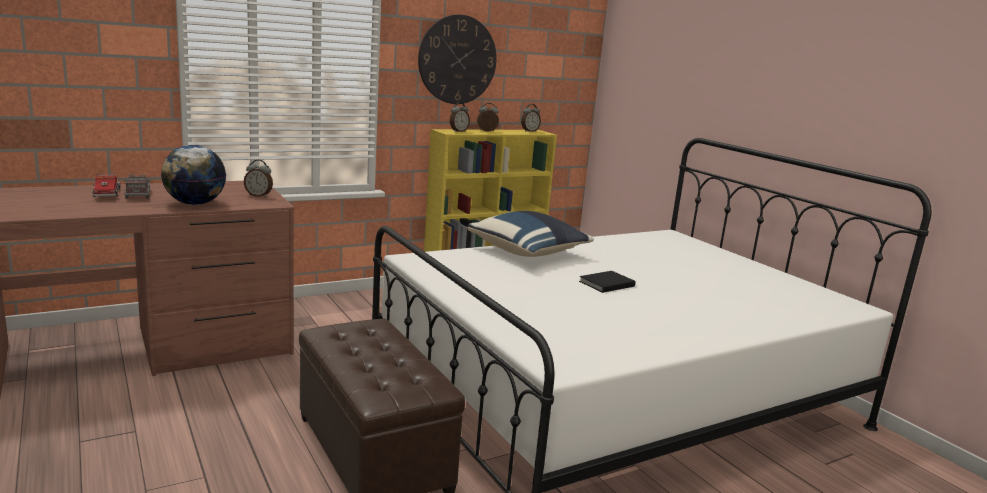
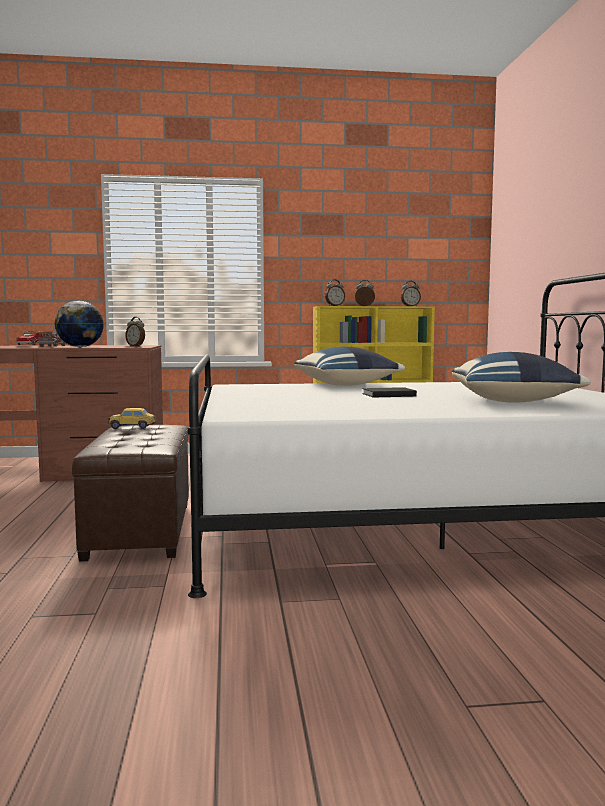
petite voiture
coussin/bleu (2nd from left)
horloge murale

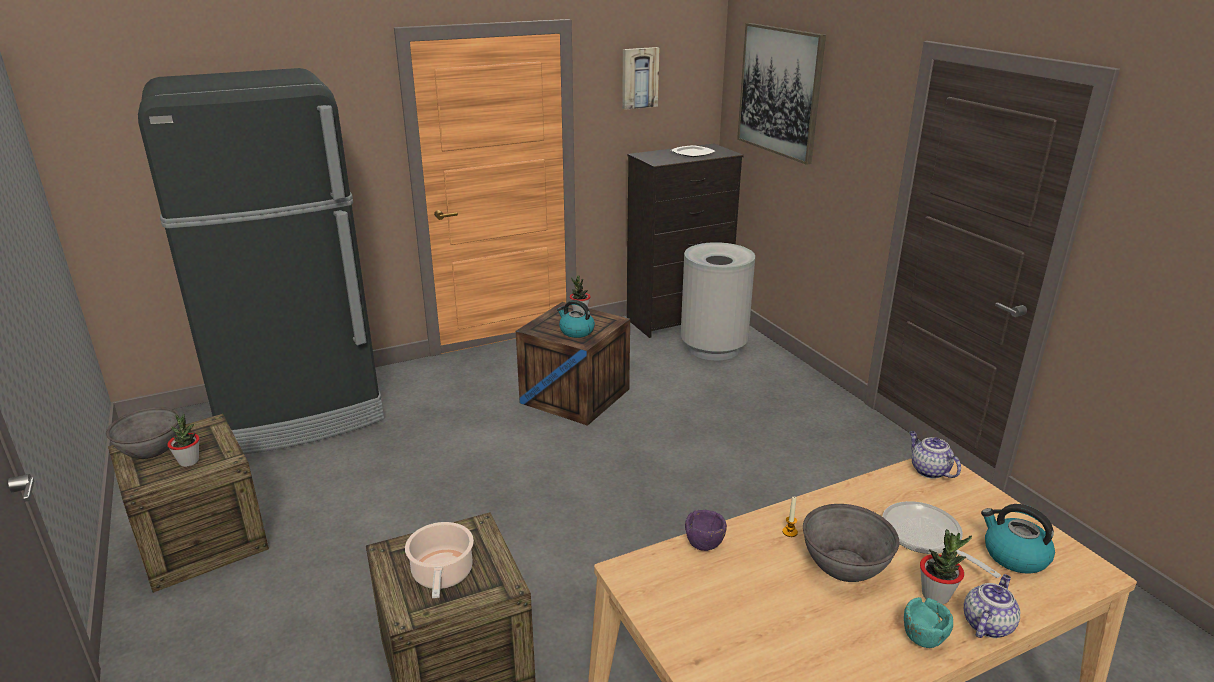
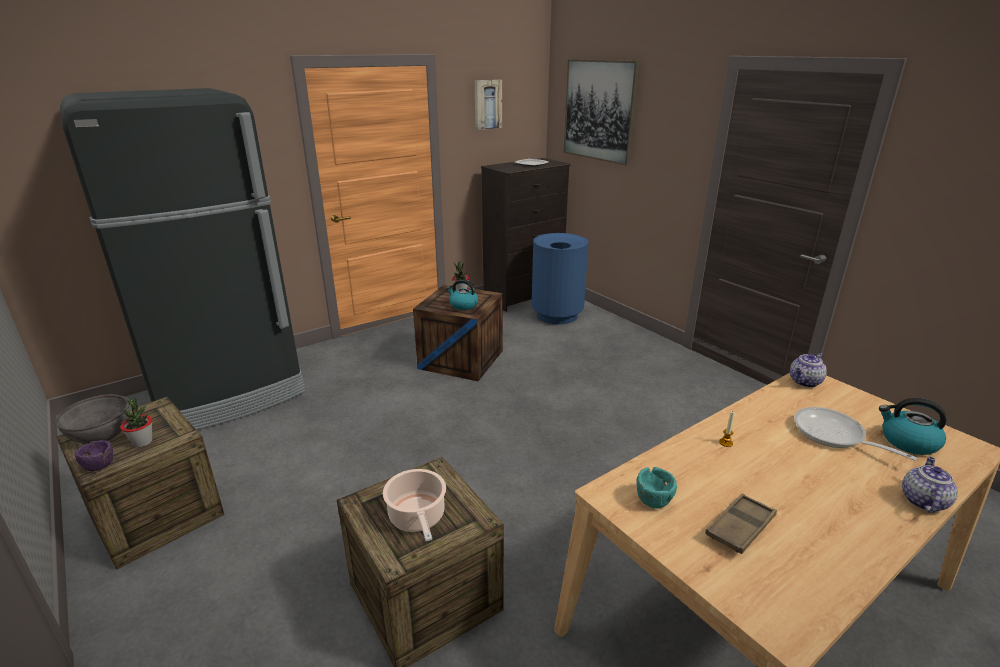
bol/violet
poubelle/bleu
bol/turquoise
plateau/marron
théière (1st from left)
bol/gris (2nd from left in the first image)
plante en pot (3rd from left in the first image)

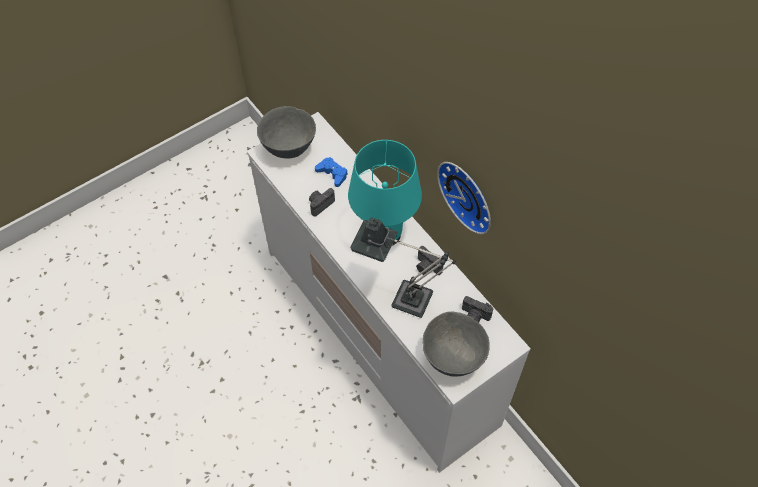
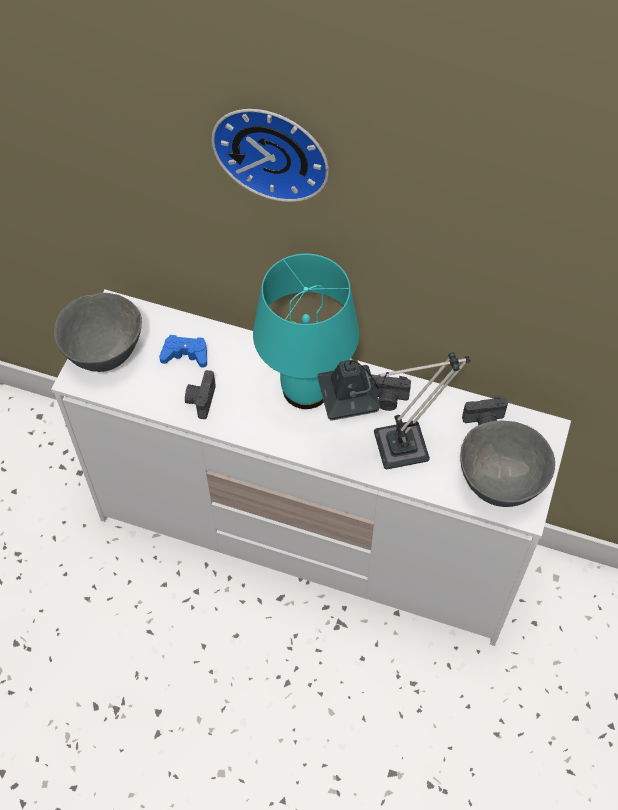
horloge murale

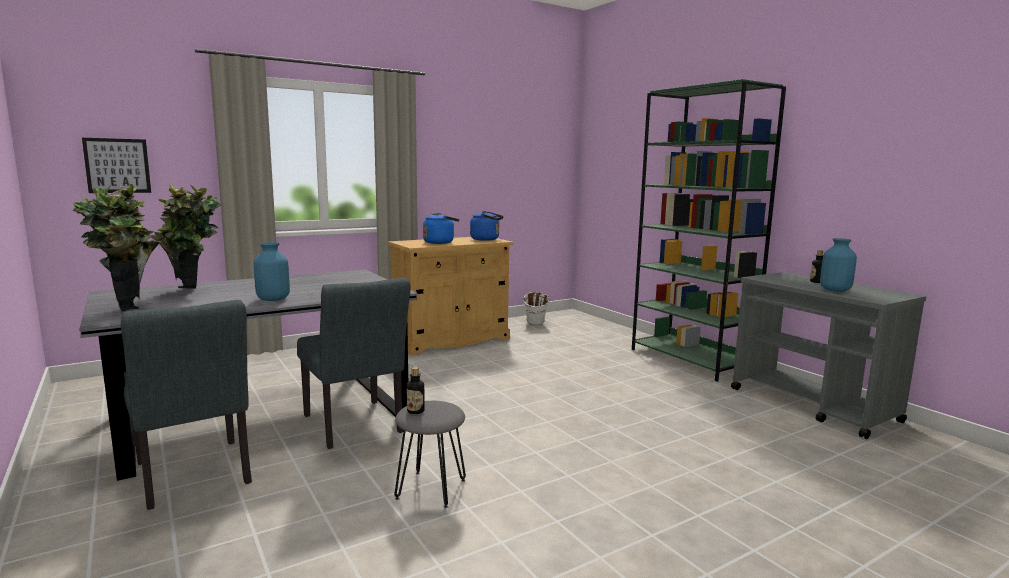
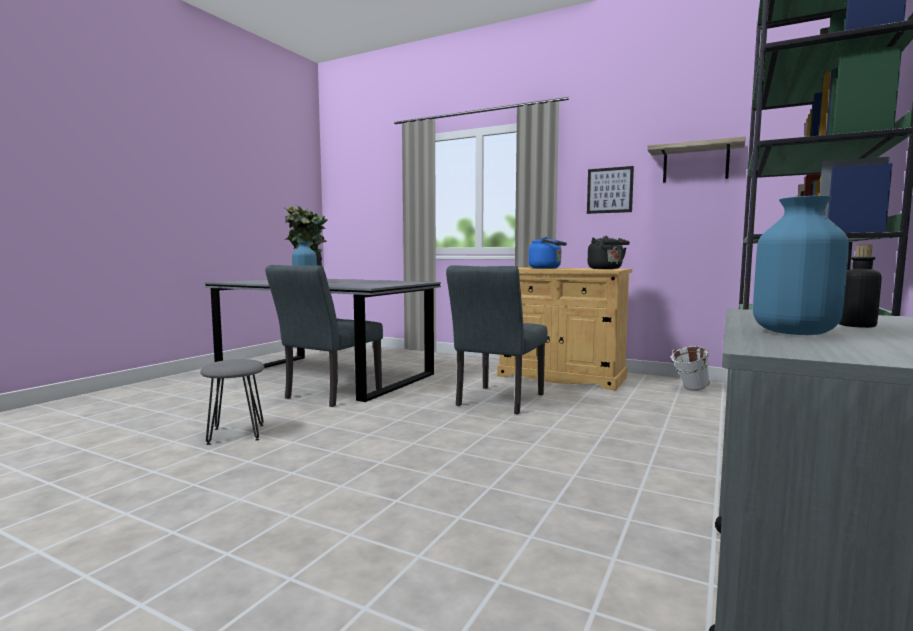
chaise/gris (2nd from left)
tableau
bouilloire/noir
étagère
plante en pot (1st from left in the first image)
bouteille (1st from left in the first image)

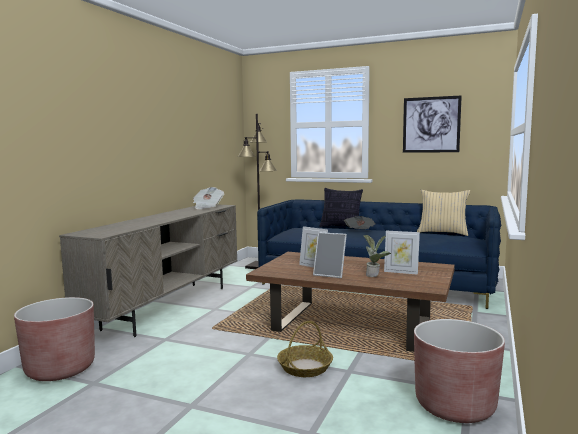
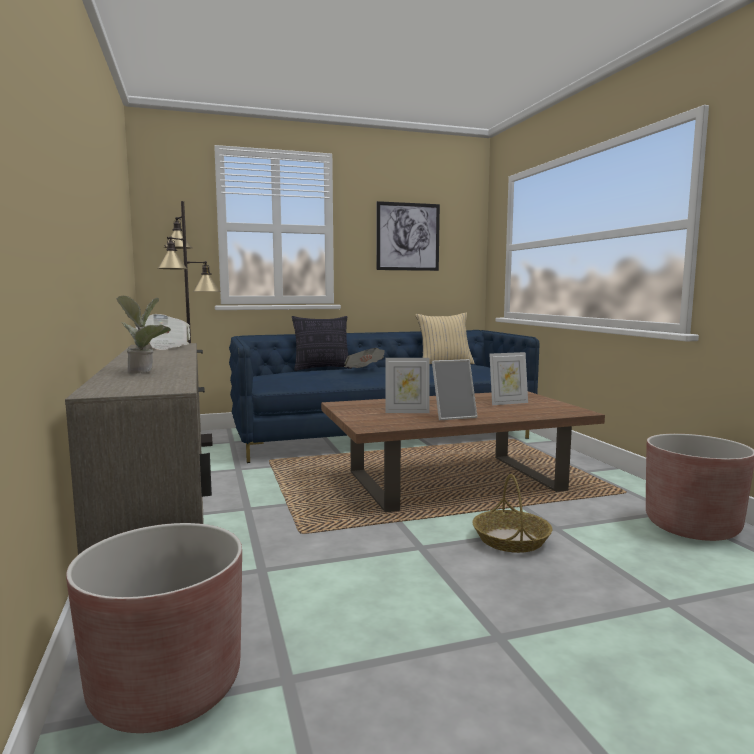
plante en pot

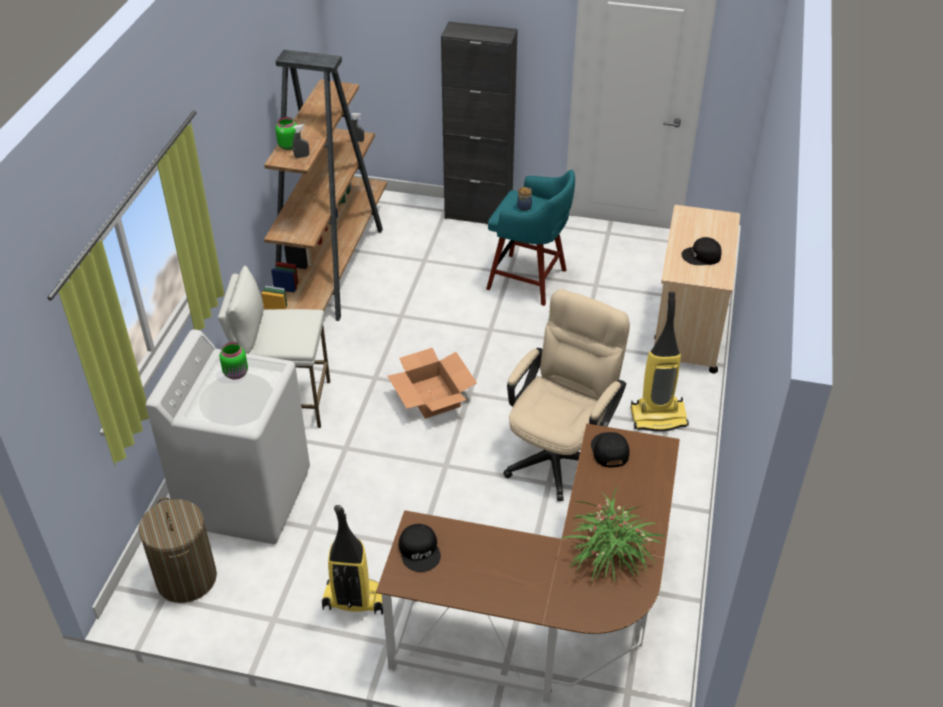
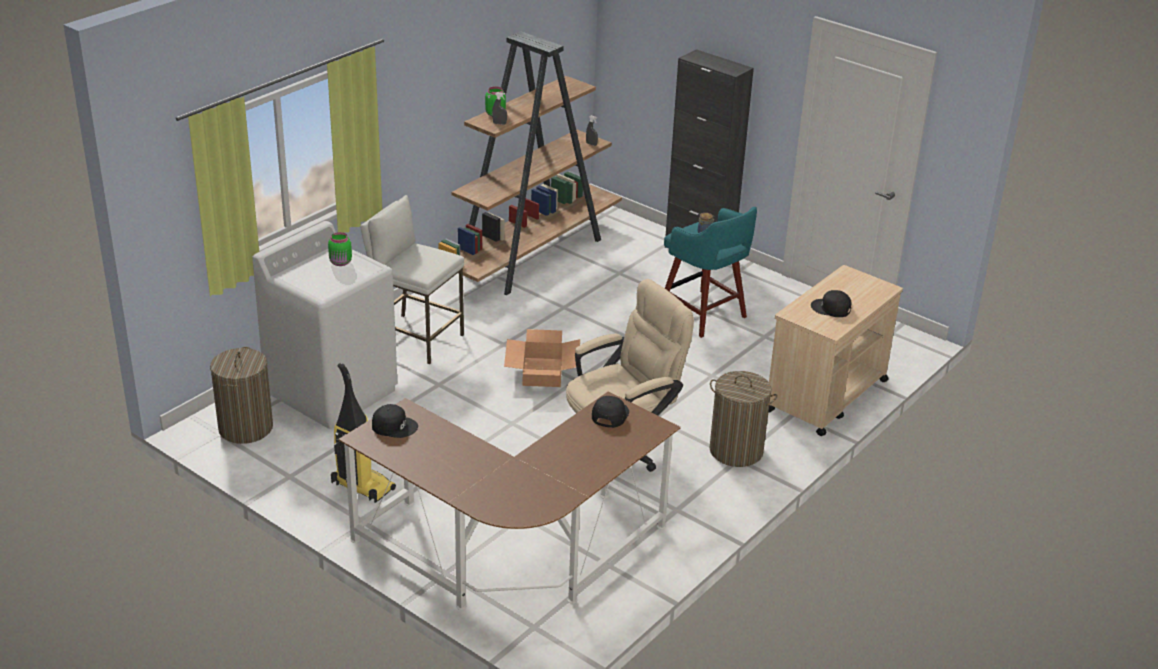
casquette/noir (1st from left)
panier à linge (2nd from left)
plante en pot

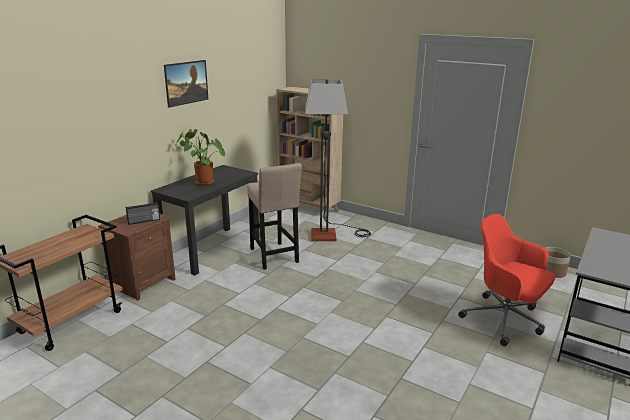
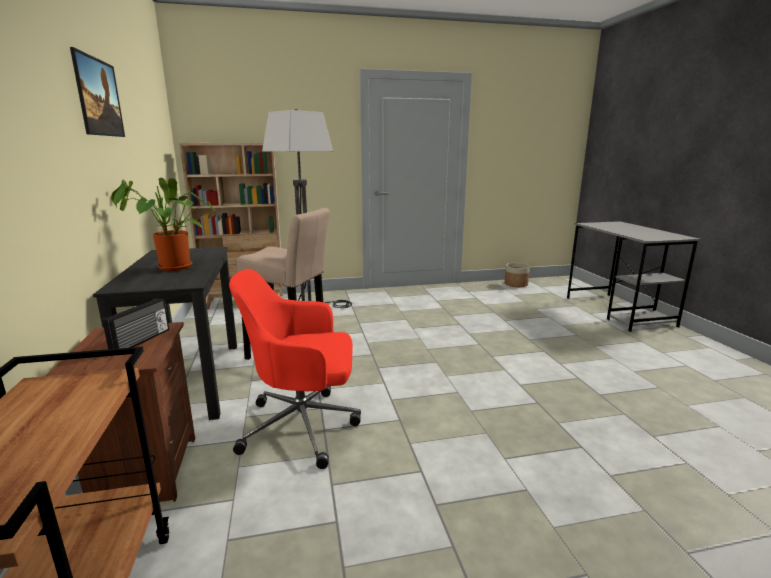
chaise de bureau/rouge

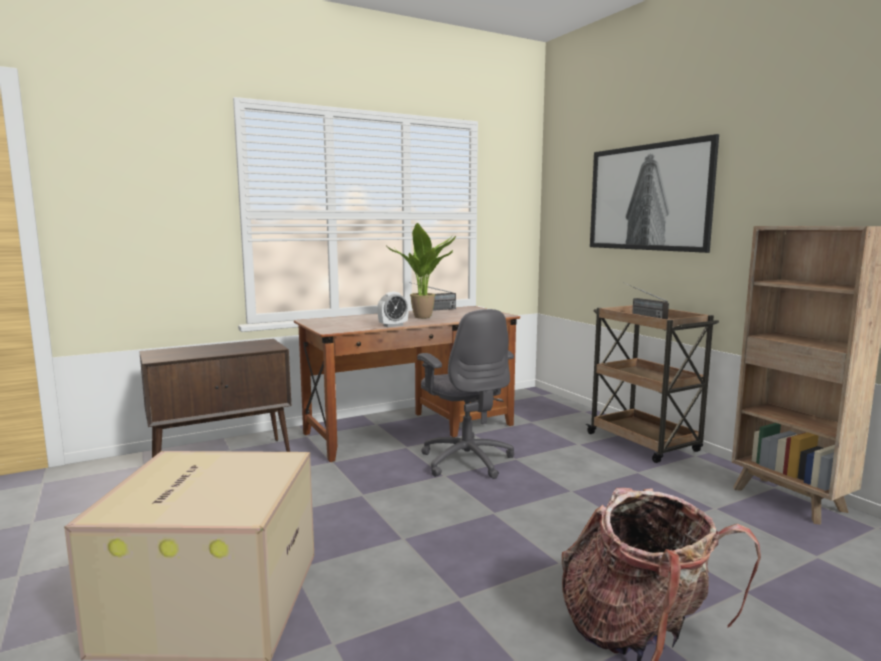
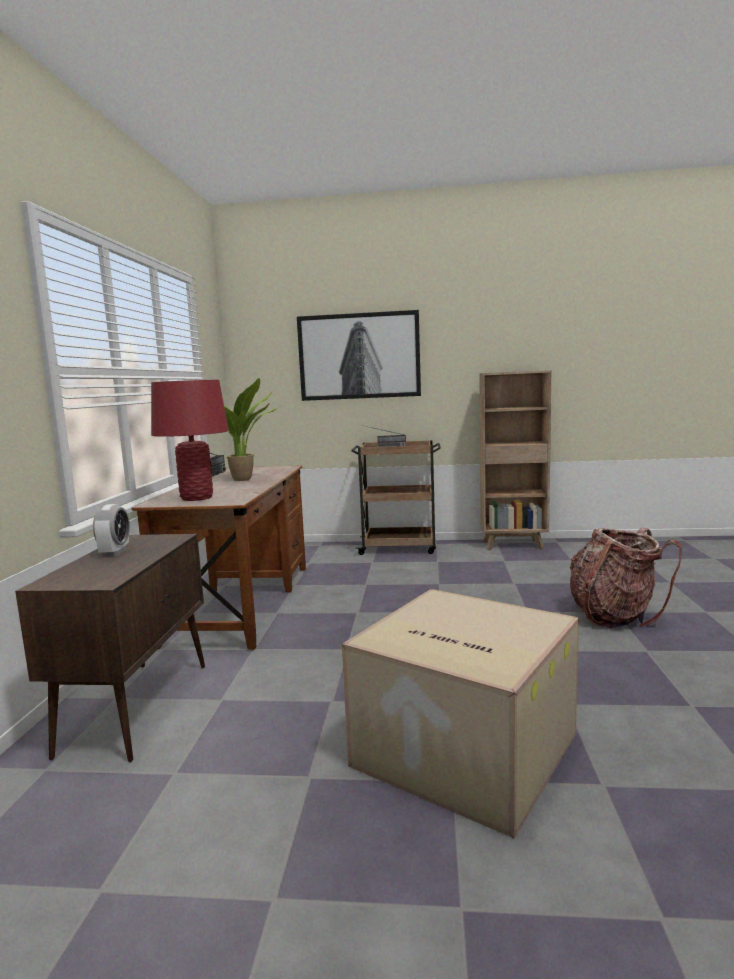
réveil
lampe de table/rouge
chaise de bureau/gris

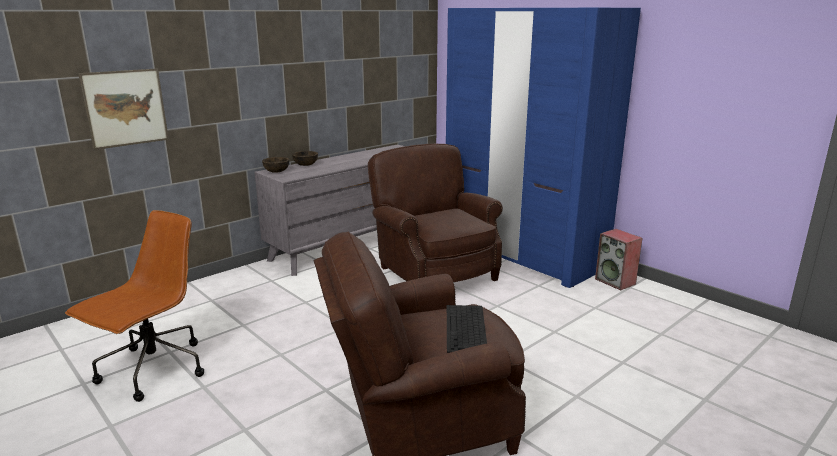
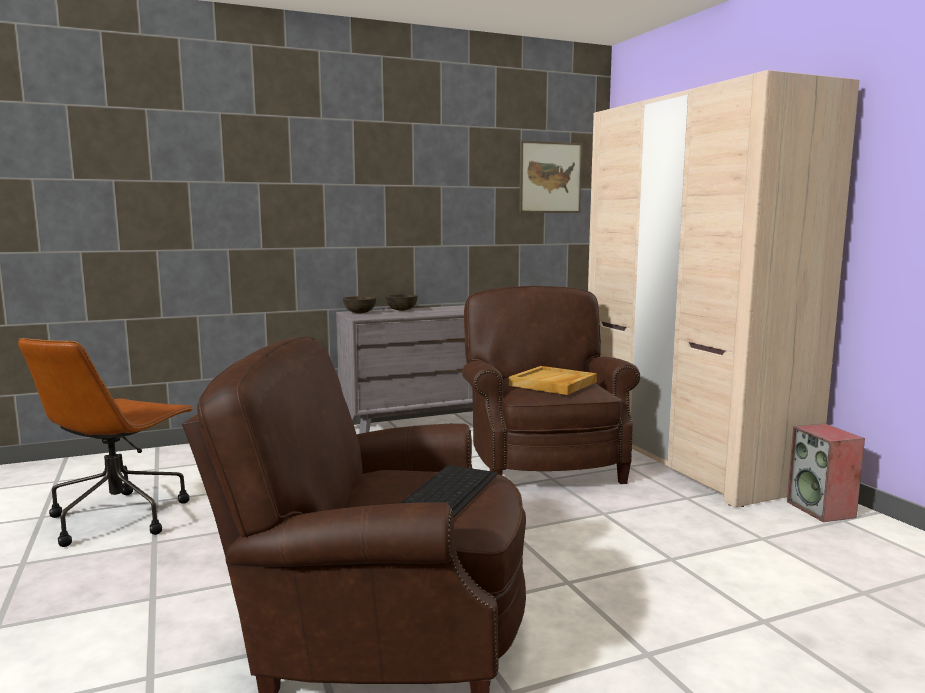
chaise de bureau/marron
plateau/beige
tableau
armoire/beige

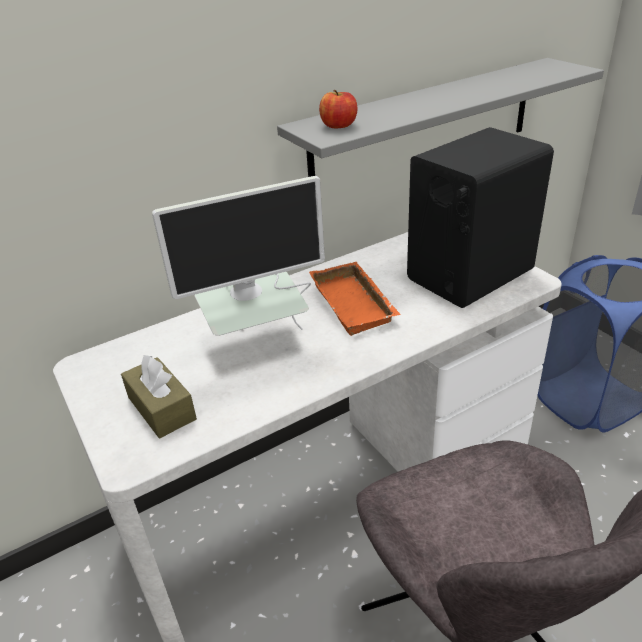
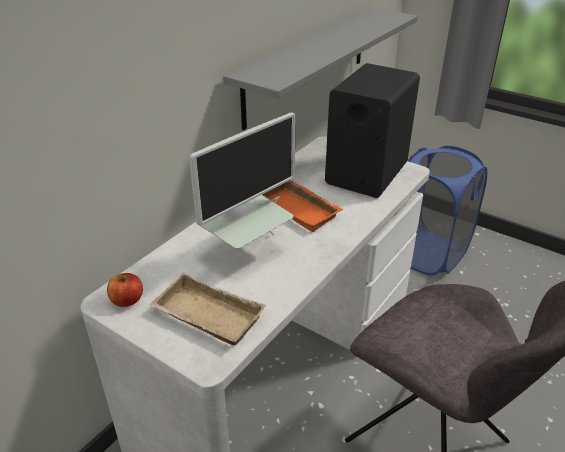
pomme
plateau/beige

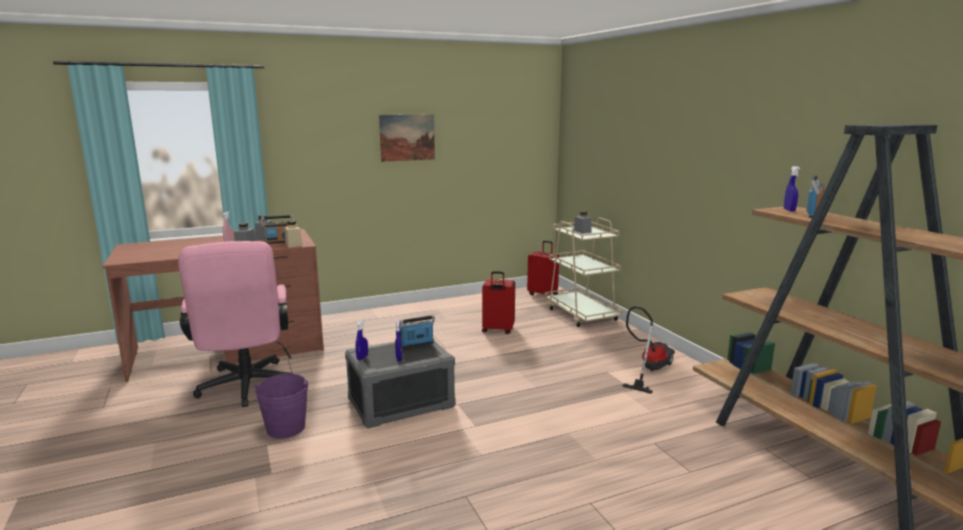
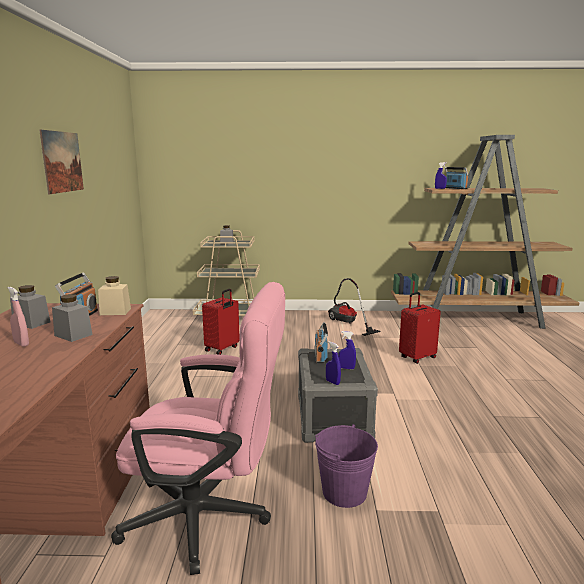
valise/rouge (2nd from left)

